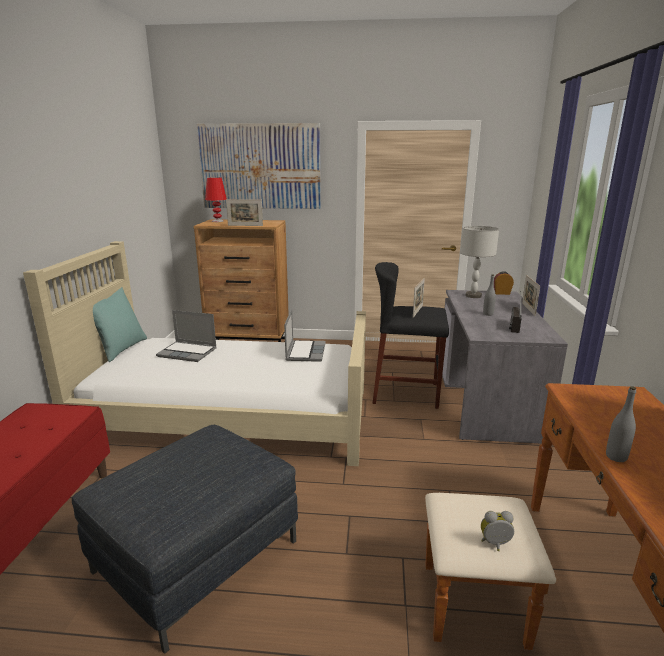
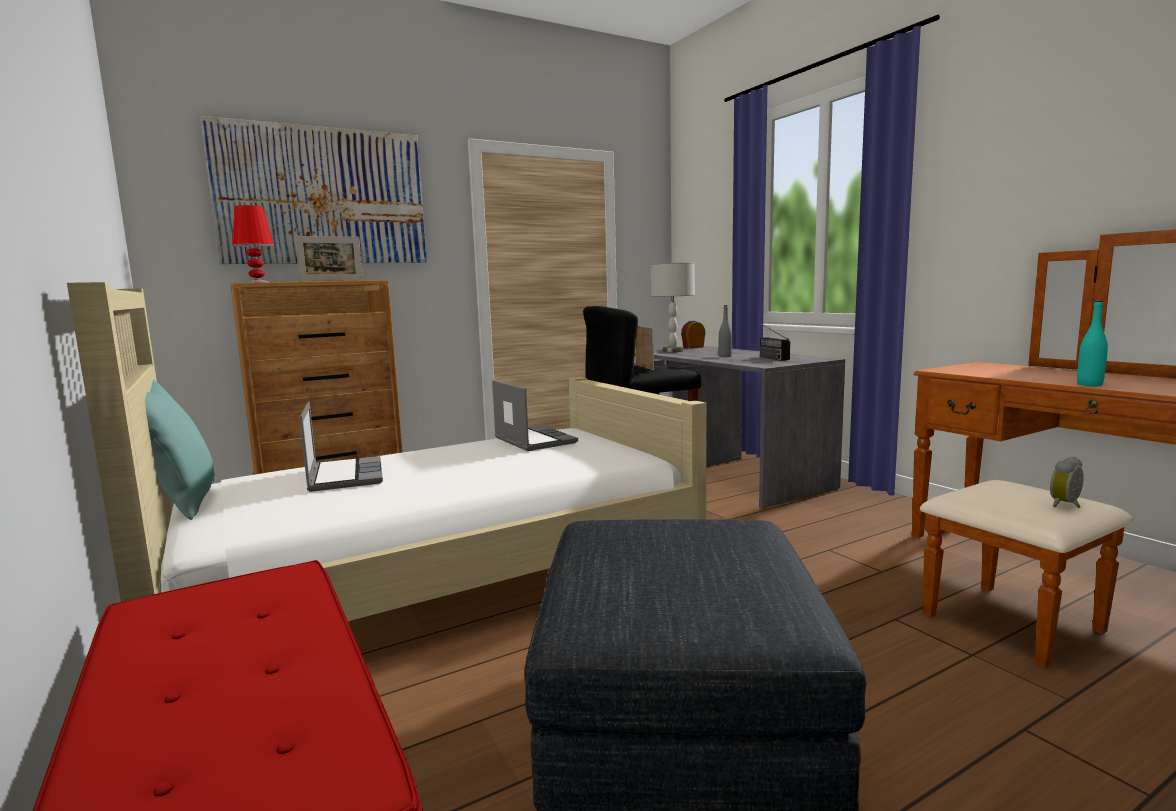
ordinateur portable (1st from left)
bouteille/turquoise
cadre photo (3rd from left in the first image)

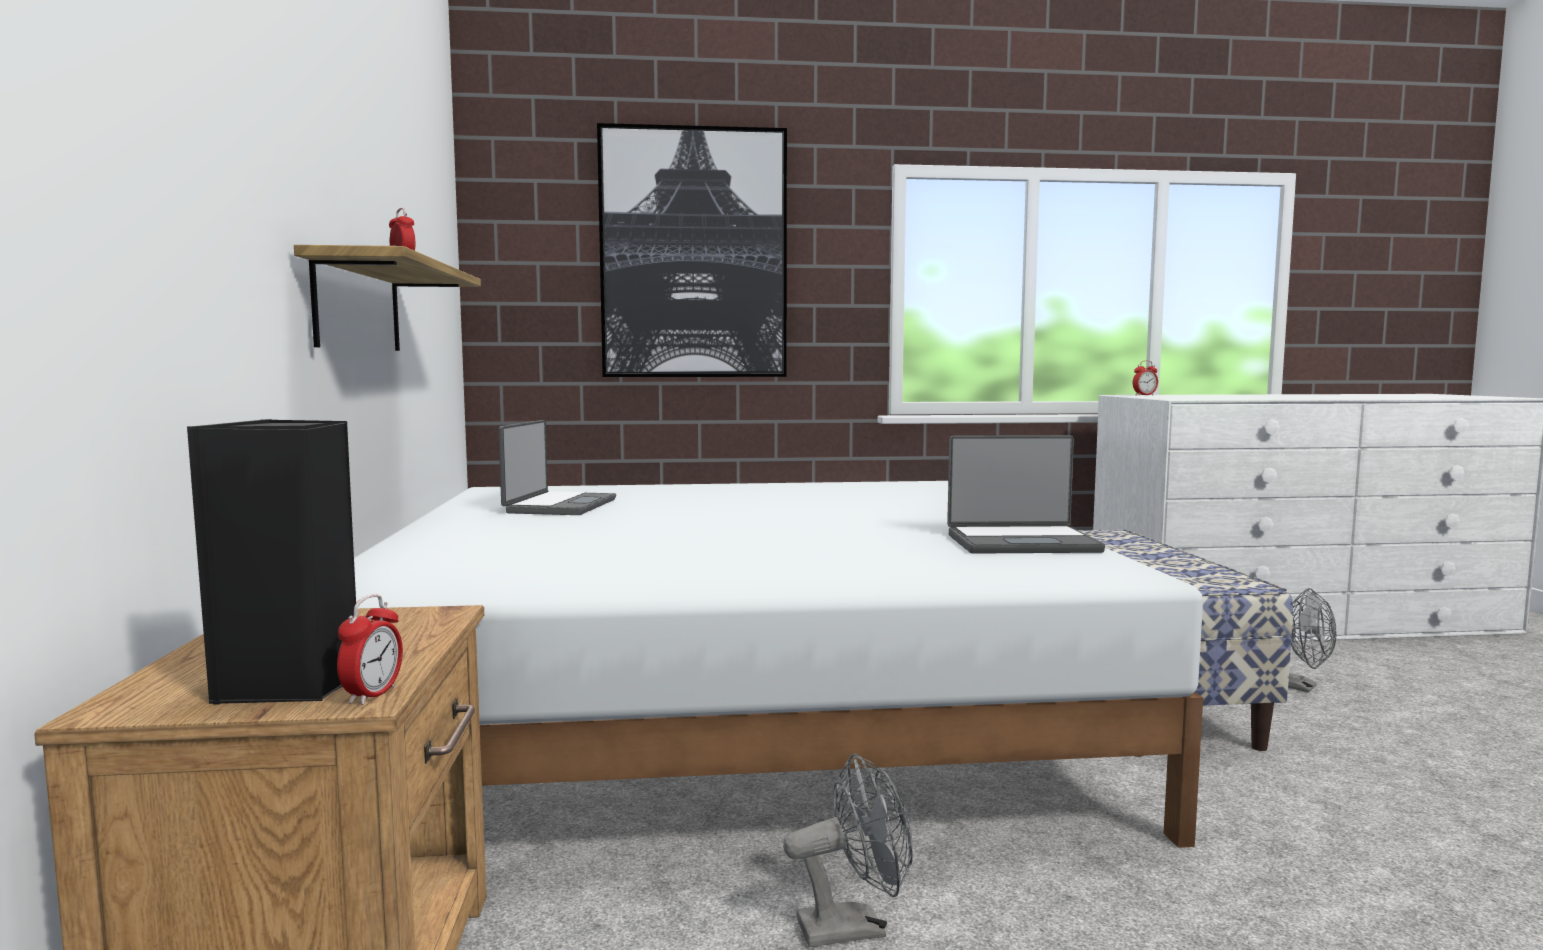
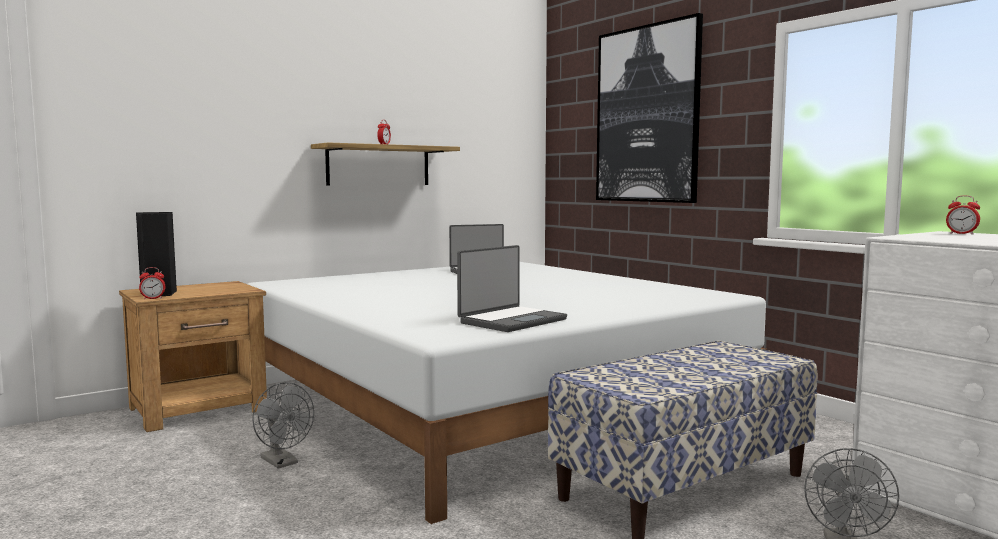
ordinateur portable (2nd from left)

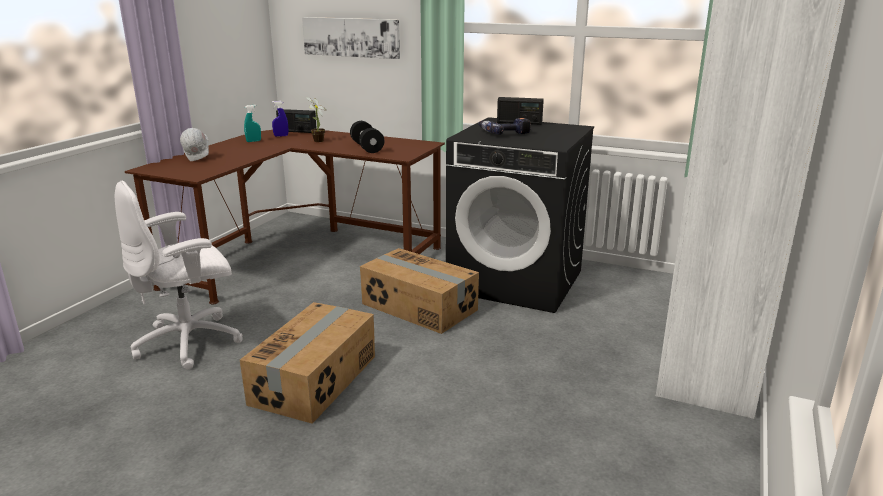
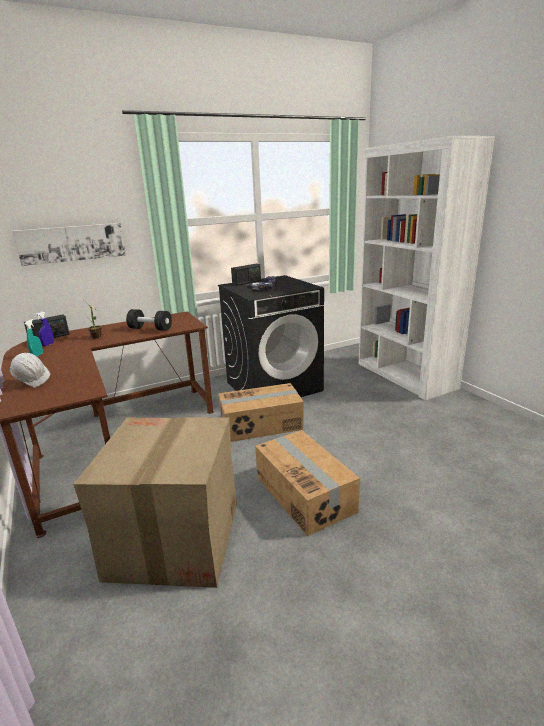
carton (1st from left)

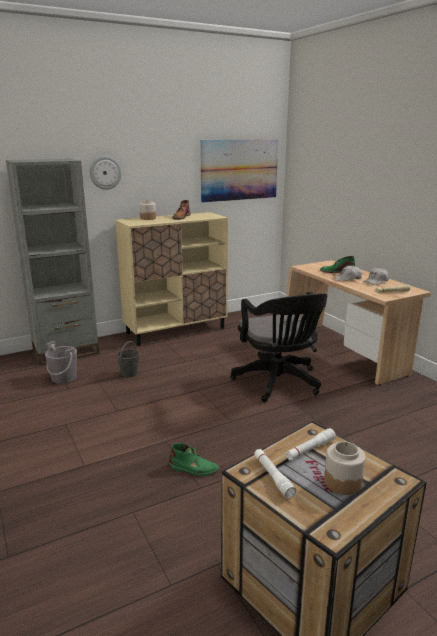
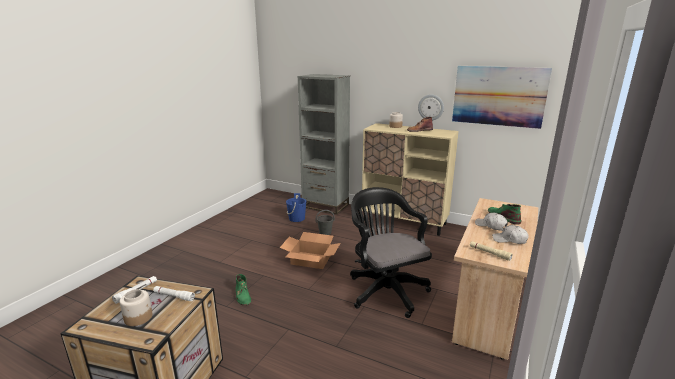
carton
seau/bleu
chaise de bureau/noir
horloge murale

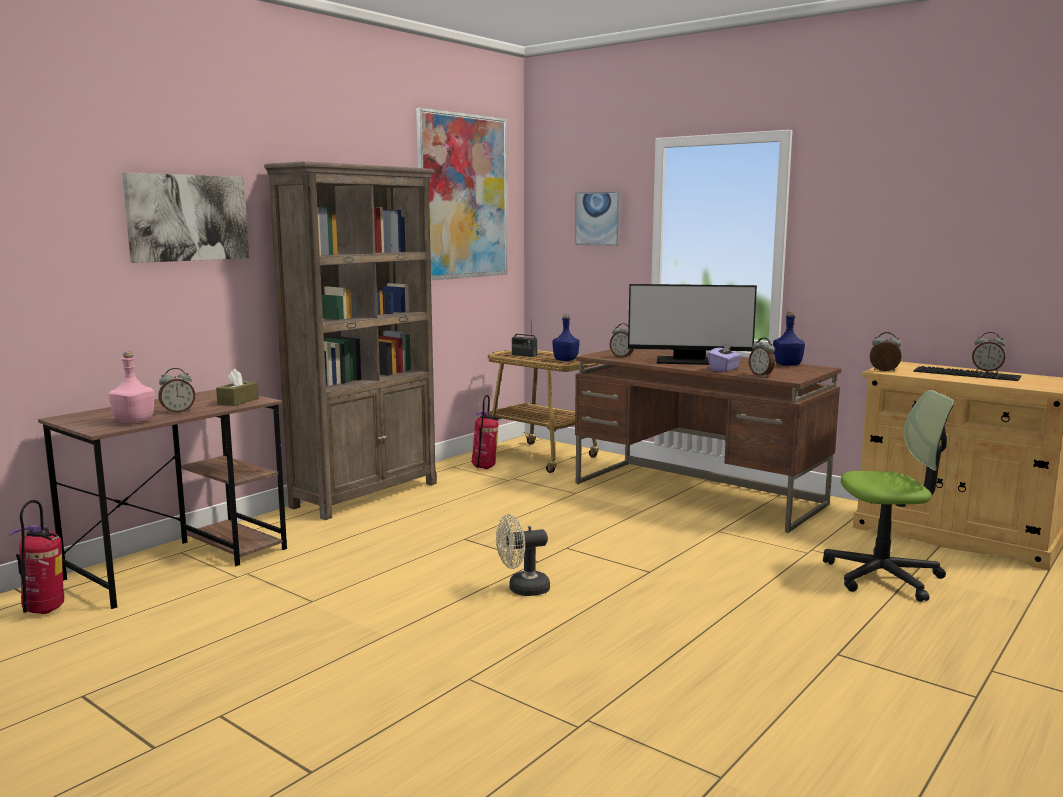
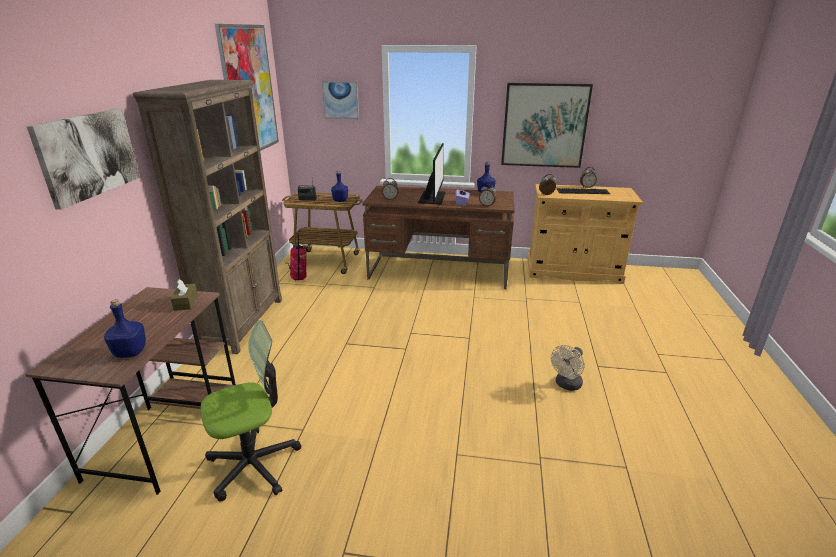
bouteille/bleu (1st from left)
chaise de bureau
écran d'ordinateur
tableau (4th from left)
ventilateur/beige
extincteur (1st from left in the first image)
réveil (1st from left in the first image)

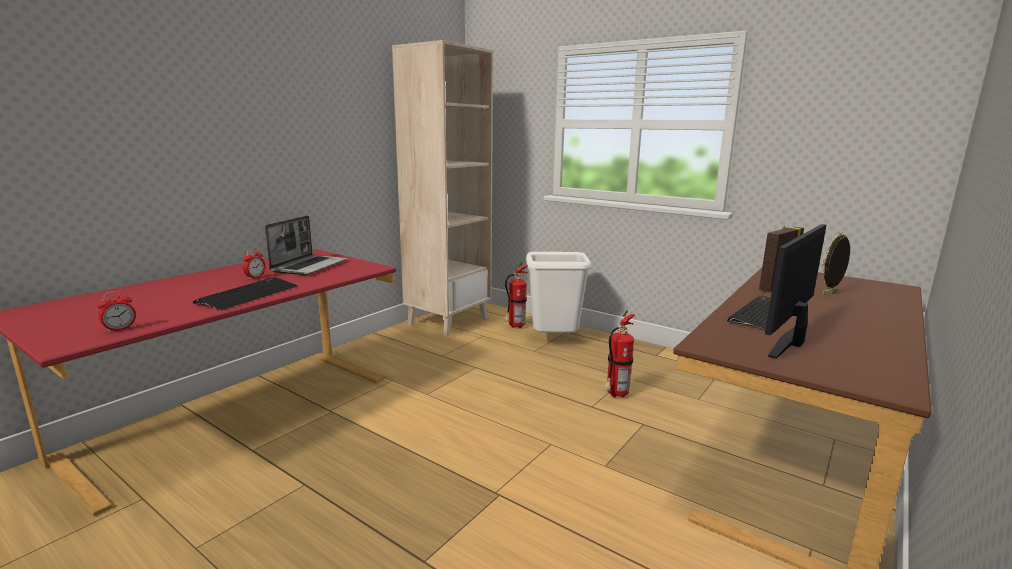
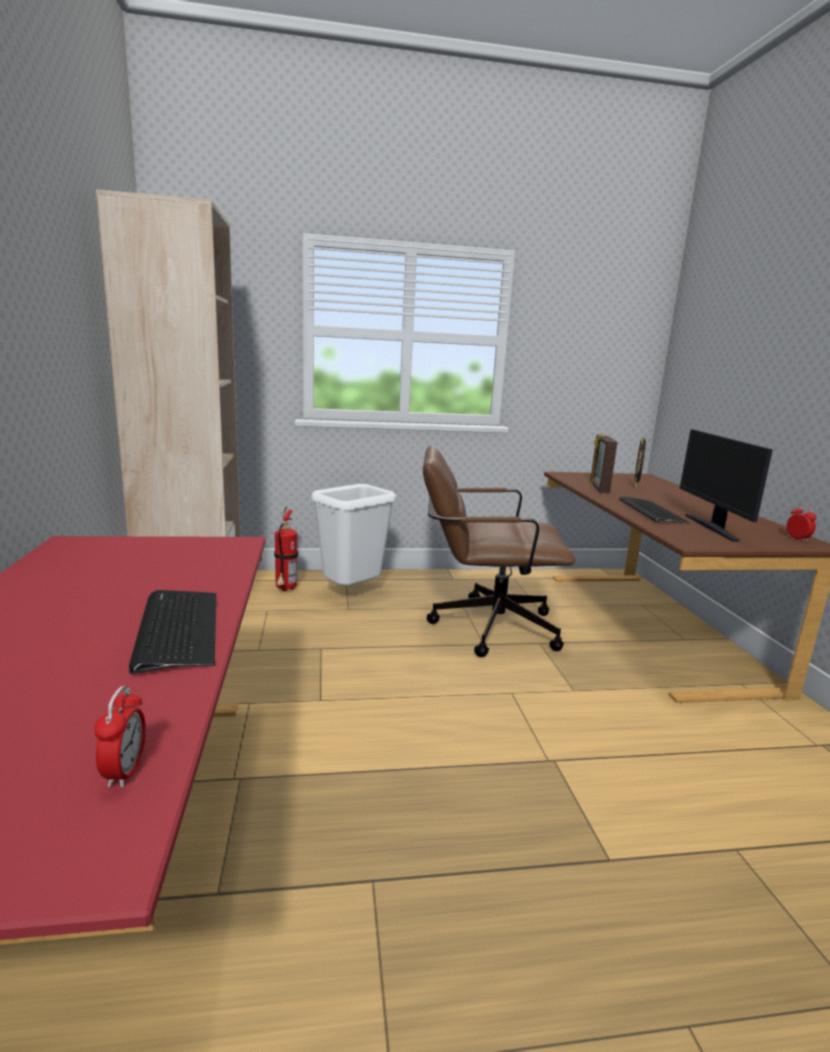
chaise de bureau/marron
réveil (2nd from left)
ordinateur portable

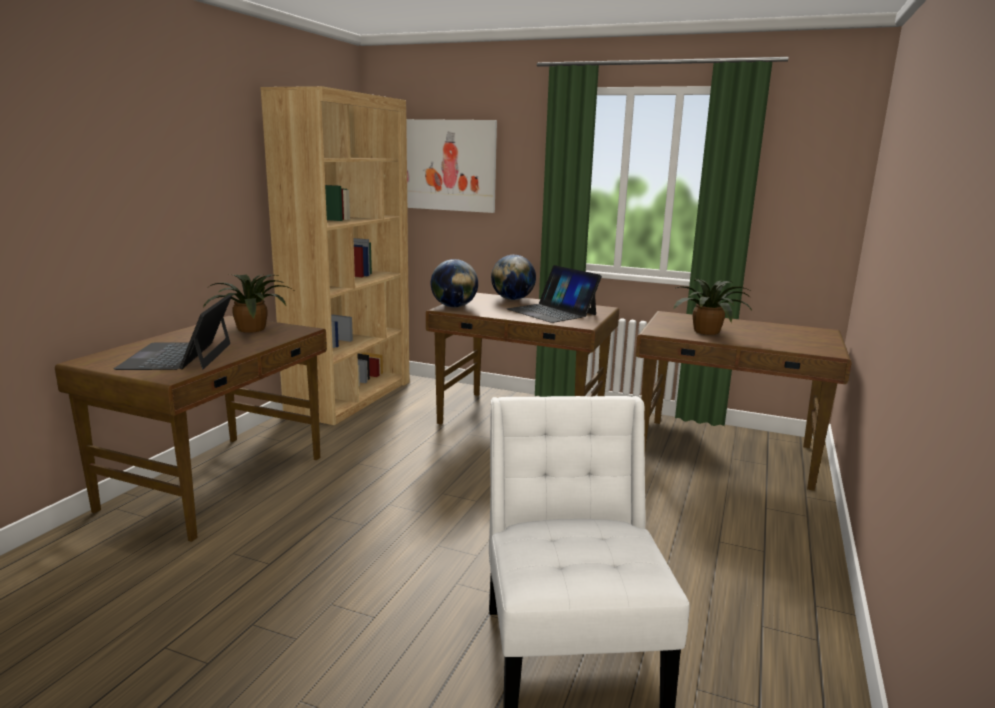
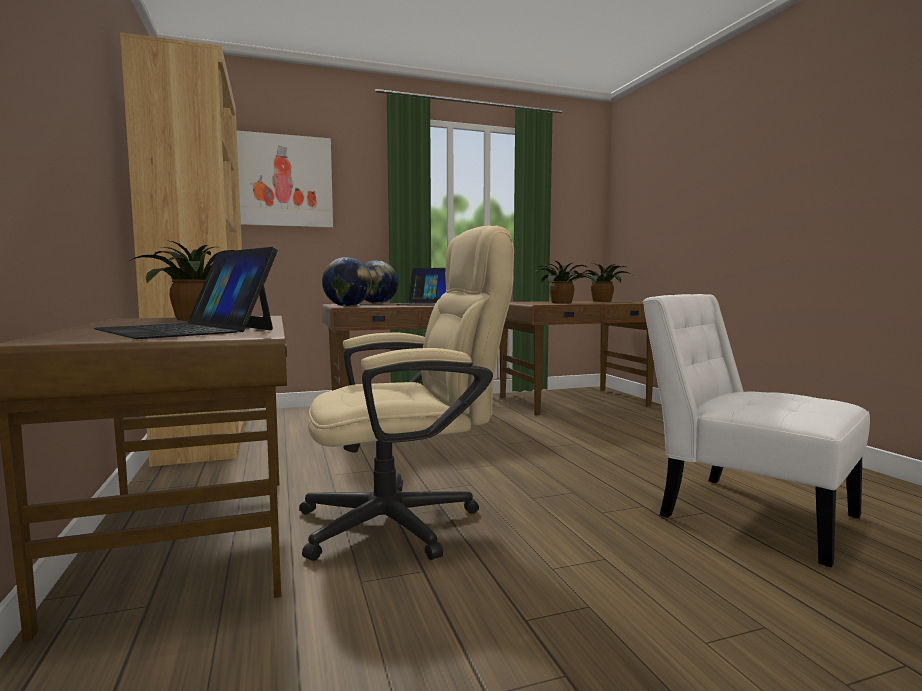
chaise de bureau/beige
plante en pot (3rd from left)

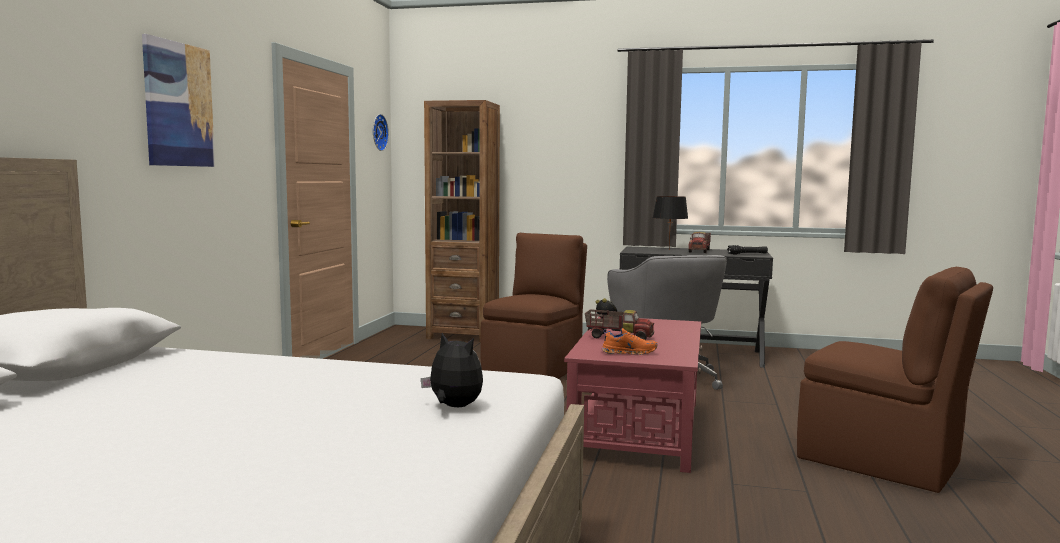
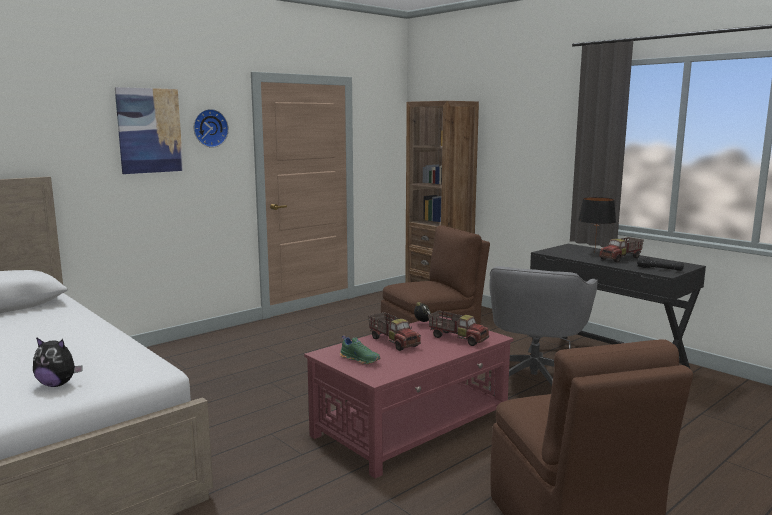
peluche
horloge murale
chaussure/vert
camion jouet (2nd from left)

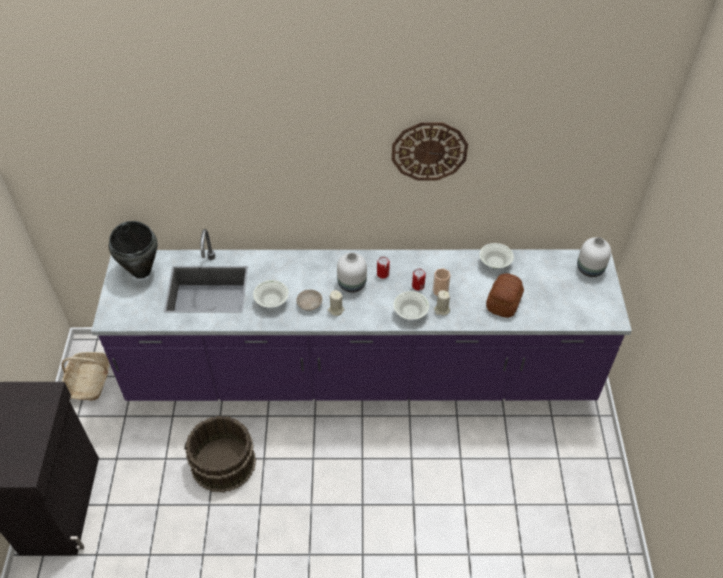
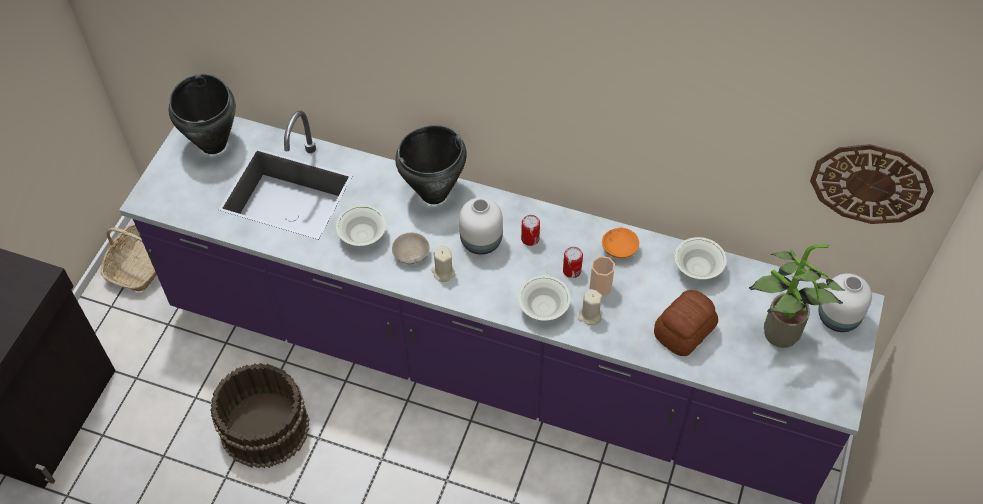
marmite/noir (2nd from left)
bol/orange
plante en pot
horloge murale

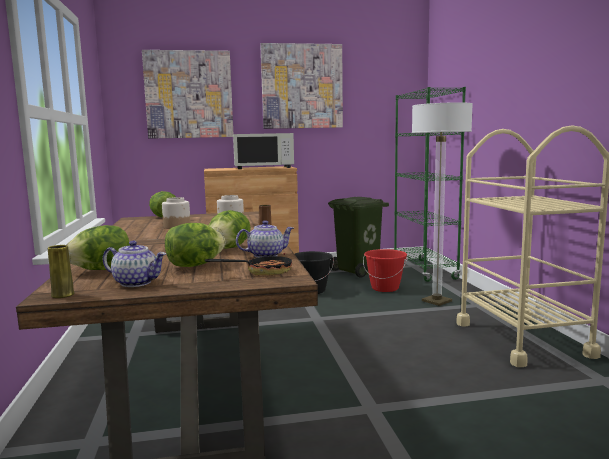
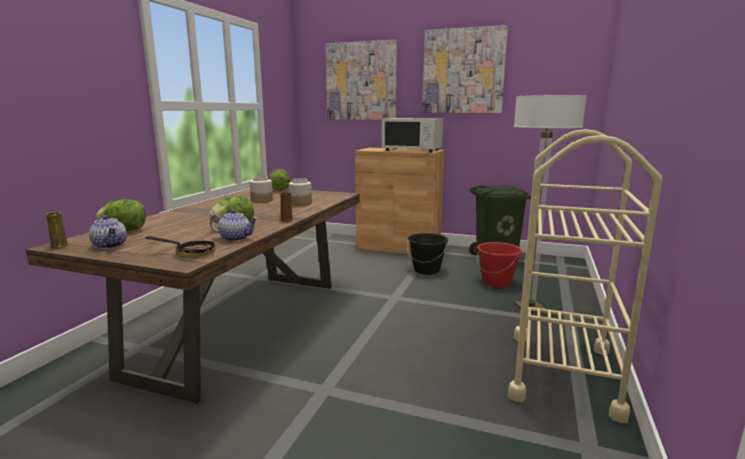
laitue (3rd from left in the first image)
bibliothèque/vert

